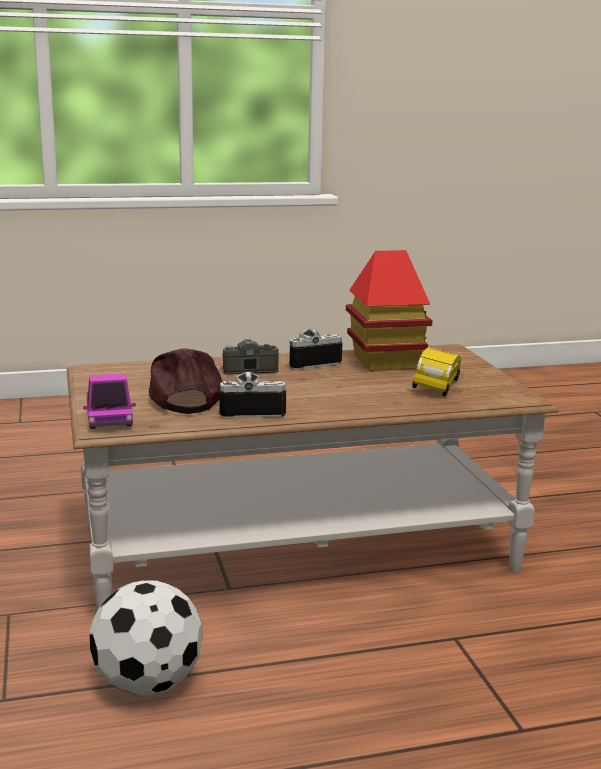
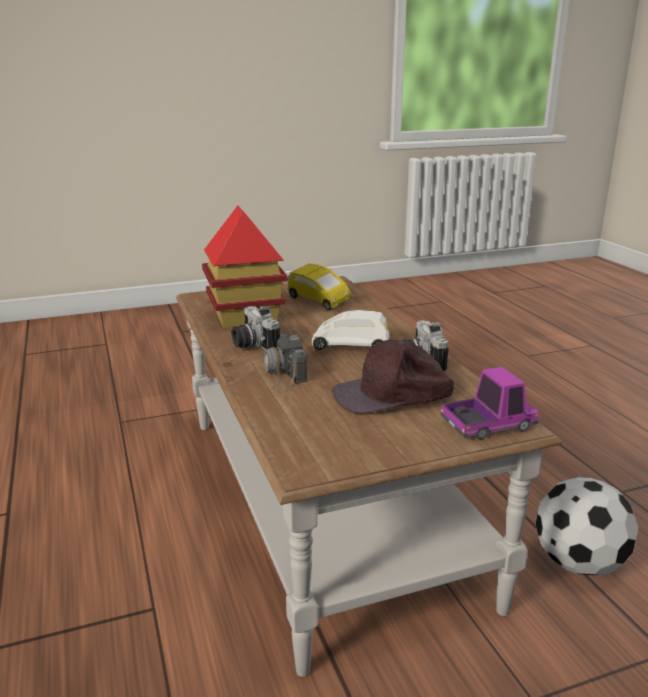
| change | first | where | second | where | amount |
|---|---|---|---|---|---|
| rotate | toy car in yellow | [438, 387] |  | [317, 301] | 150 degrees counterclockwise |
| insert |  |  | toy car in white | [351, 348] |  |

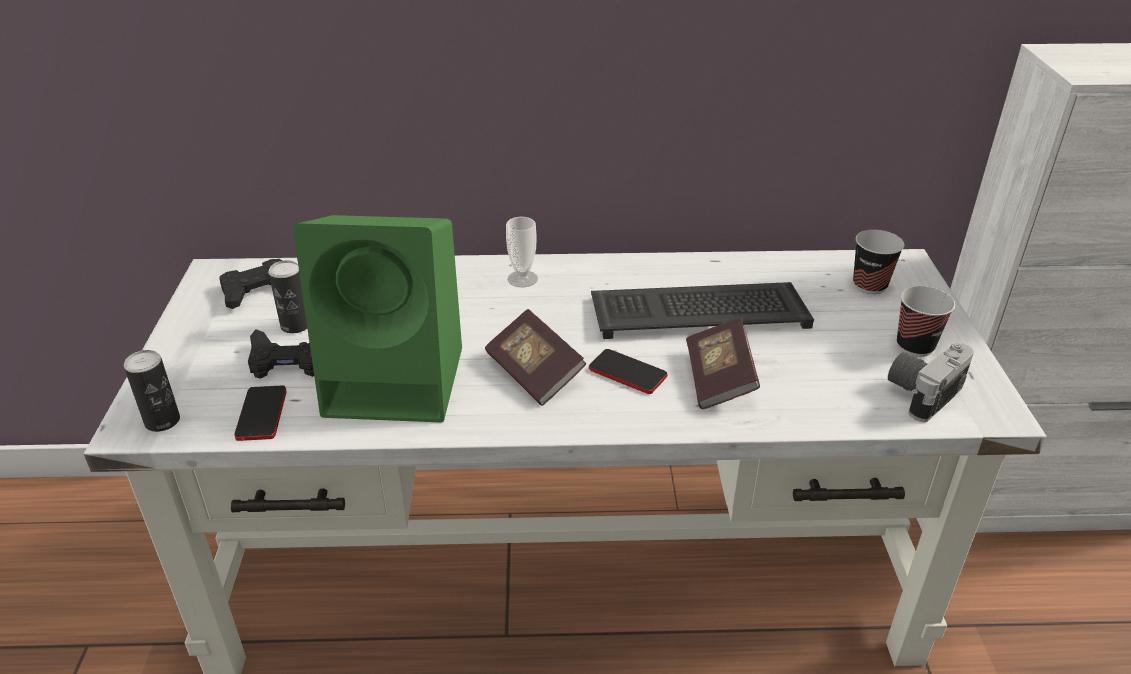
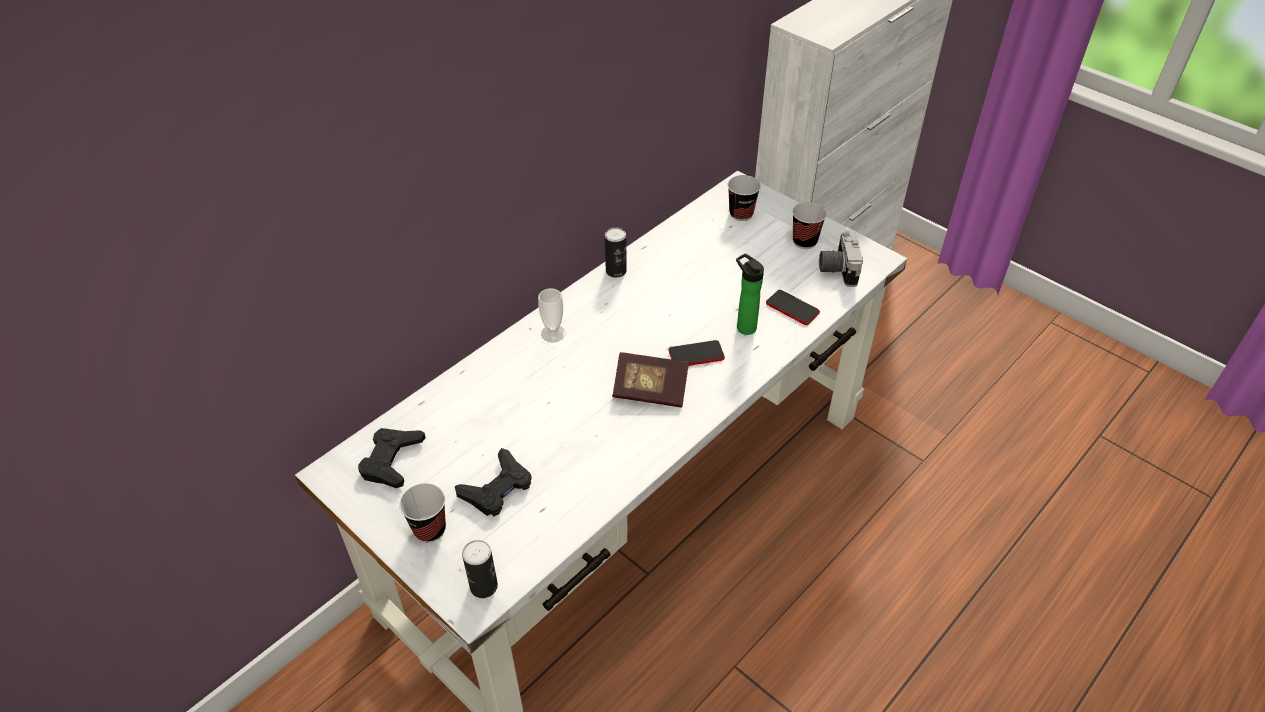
| change | first | where | second | where | amount |
|---|---|---|---|---|---|
| delete | speaker in green | [399, 381] |  |  |  |
| move | can | [295, 325] |  | [616, 271] |  |
| delete | keyboard | [701, 311] |  |  |  |
| replace | book | [719, 379] | bottle | [744, 326] |  |
| move | phone | [261, 414] |  | [792, 308] |  |
| insert |  |  | cup | [429, 529] |  |

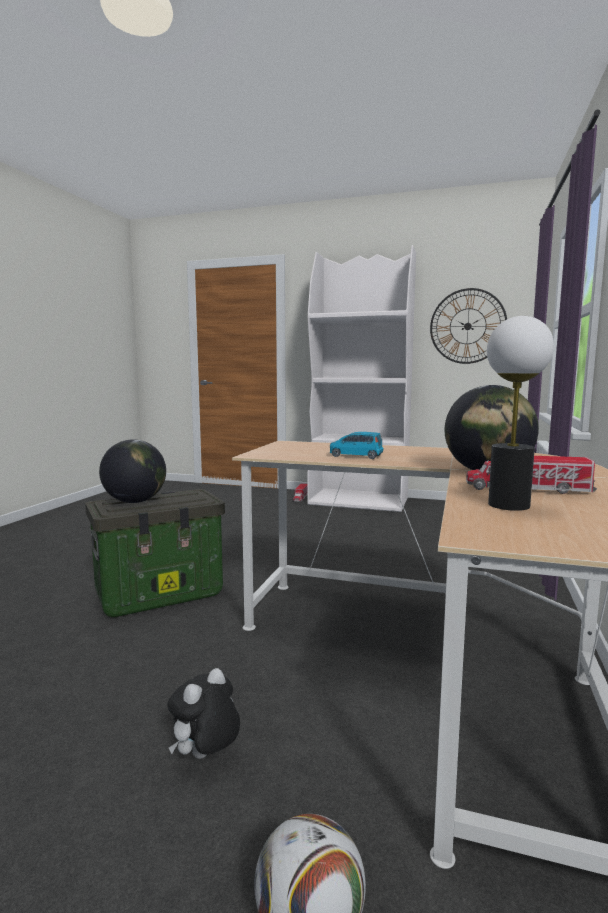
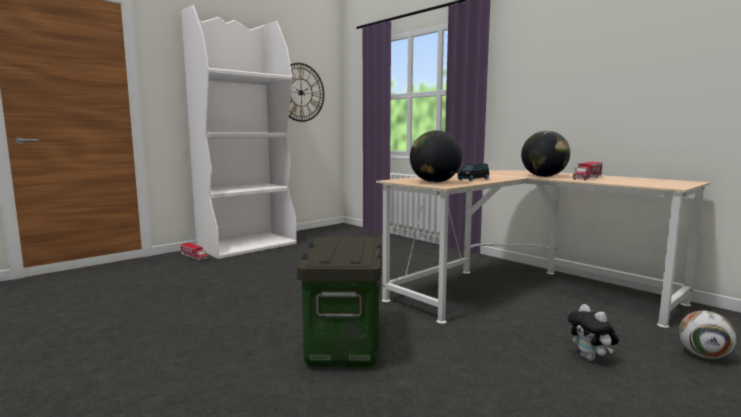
| change | first | where | second | where | amount |
|---|---|---|---|---|---|
| delete | table lamp | [509, 505] |  |  |  |
| recolor | toy car in blue | [355, 456] | toy car in black | [473, 179] |  |
| move | globe | [135, 502] |  | [435, 182] |  |

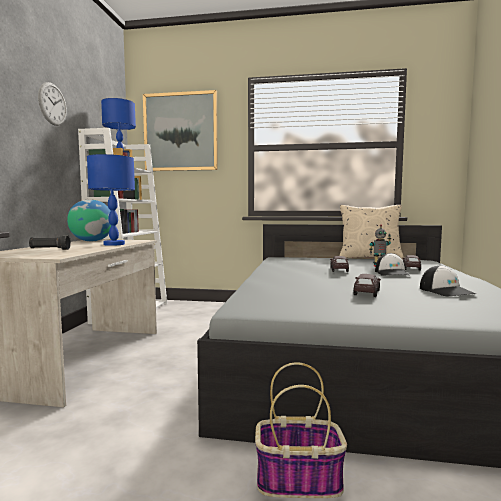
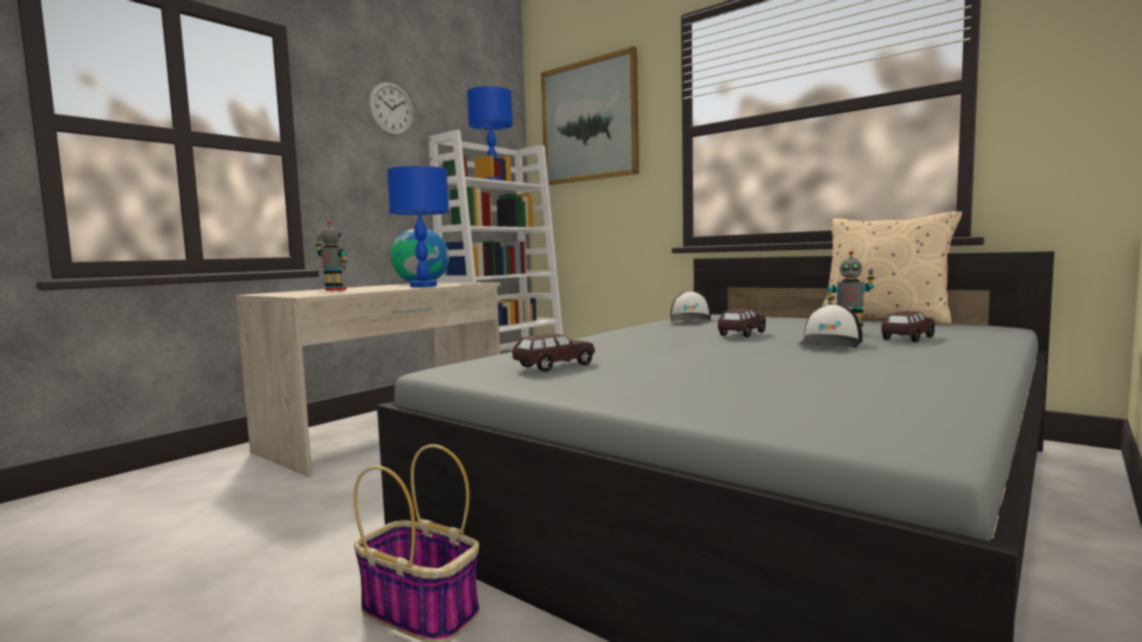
| change | first | where | second | where | amount |
|---|---|---|---|---|---|
| replace | flashlight in black | [50, 250] | toy robot | [334, 290] |  |
| move | cap | [446, 291] |  | [691, 319] |  |
| move | toy car in brown | [366, 293] |  | [554, 366] |  |

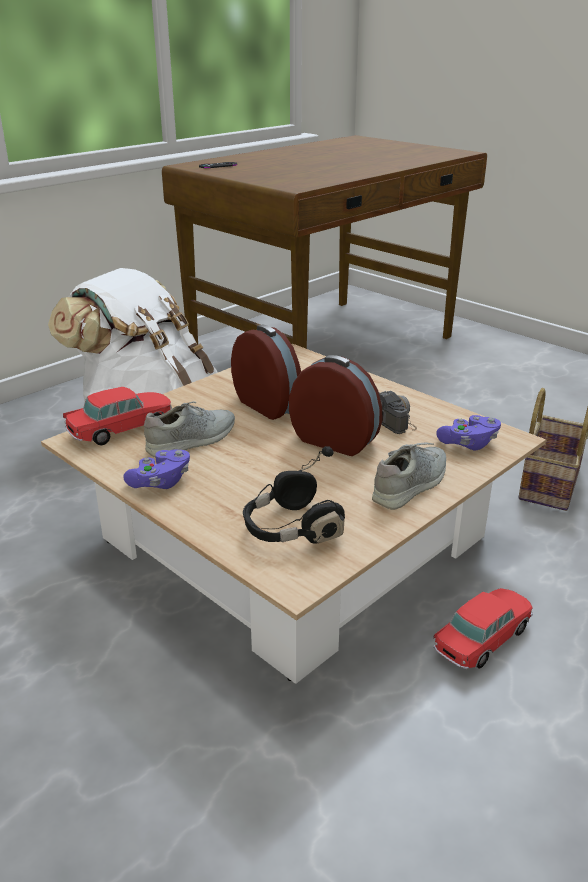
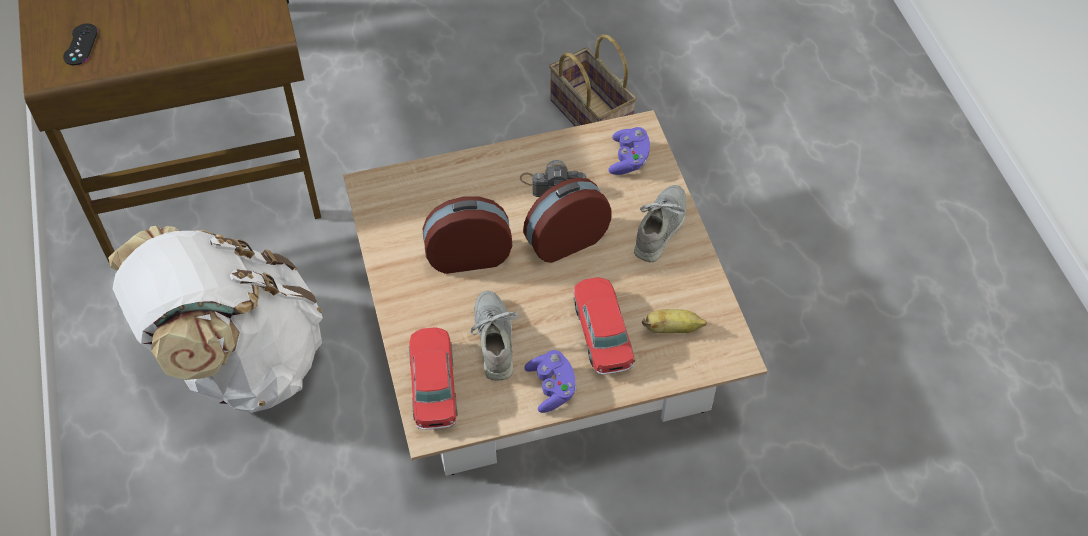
| change | first | where | second | where | amount |
|---|---|---|---|---|---|
| rotate | shoe in grey | [411, 484] |  | [661, 227] | 45 degrees clockwise |
| replace | headphones in black | [291, 528] | banana | [672, 329] |  |
| move | toy car | [482, 638] |  | [602, 333] |  |

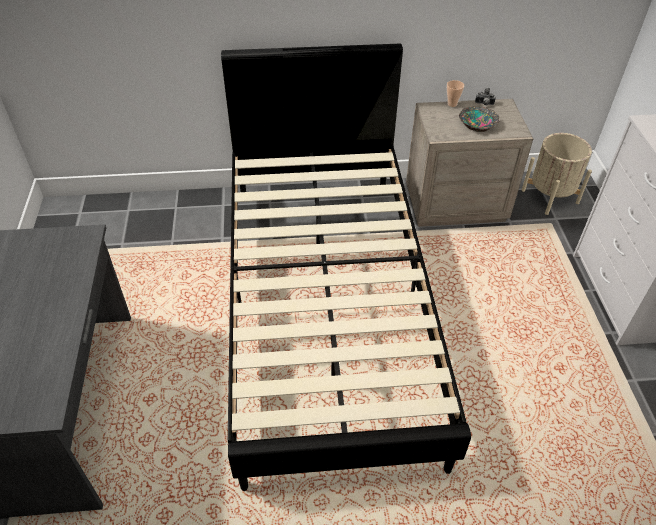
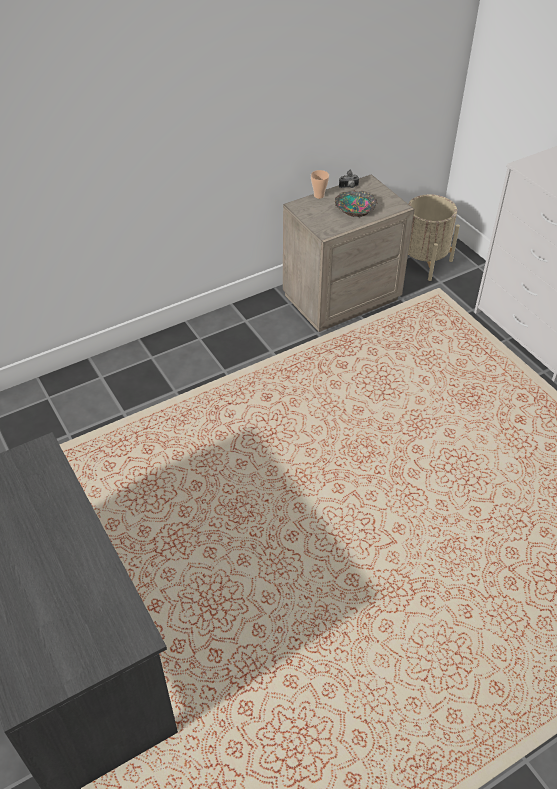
| change | first | where | second | where | amount |
|---|---|---|---|---|---|
| delete | bed in black | [327, 306] |  |  |  |

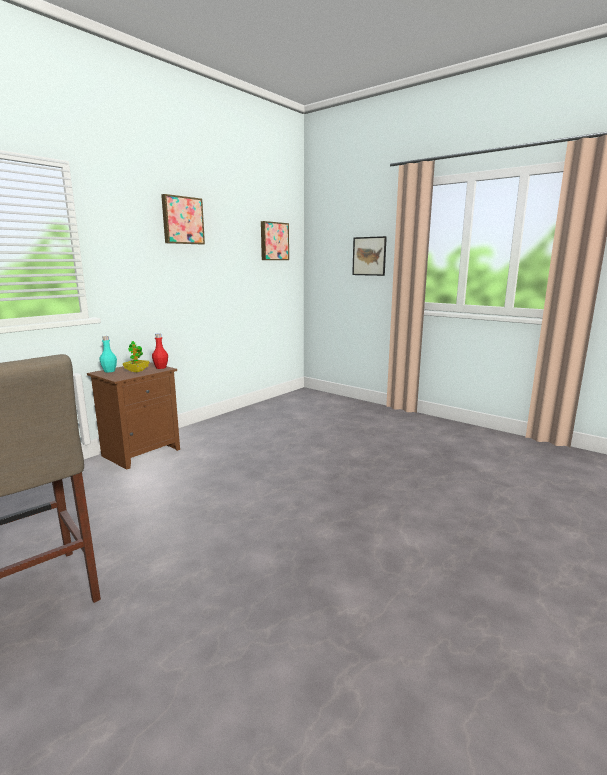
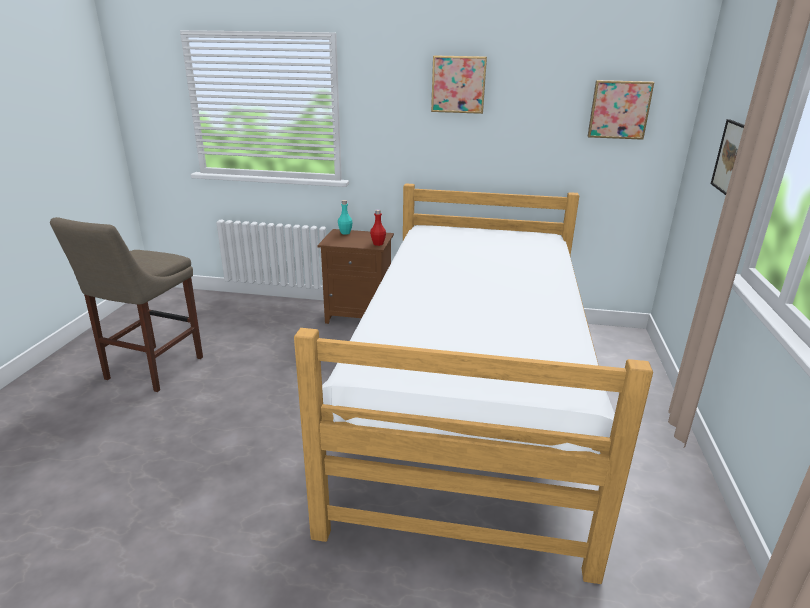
| change | first | where | second | where | amount |
|---|---|---|---|---|---|
| delete | potted plant | [136, 371] |  |  |  |
| insert |  |  | bed | [470, 400] |  |

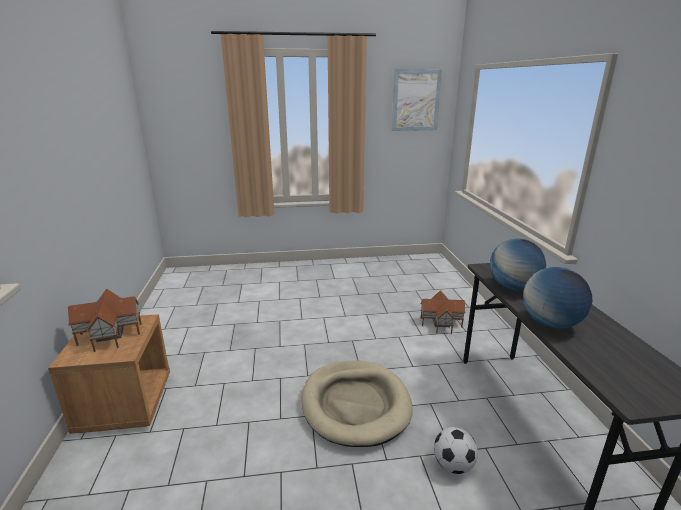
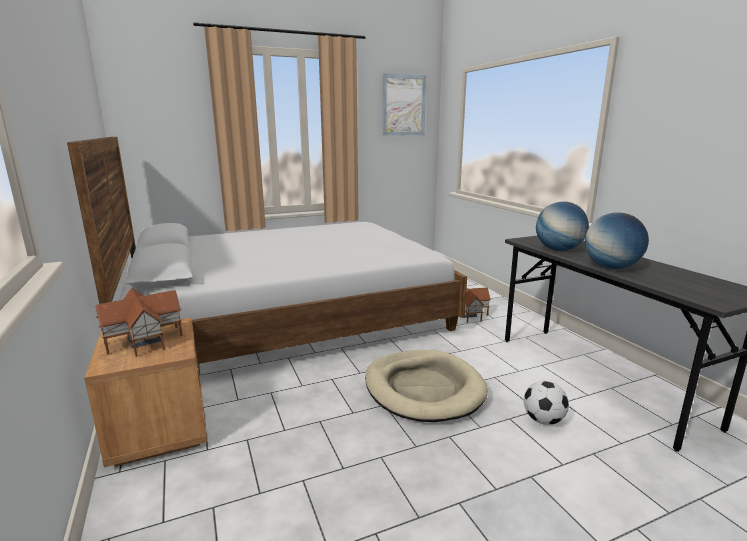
| change | first | where | second | where | amount |
|---|---|---|---|---|---|
| insert |  |  | bed | [287, 317] |  |

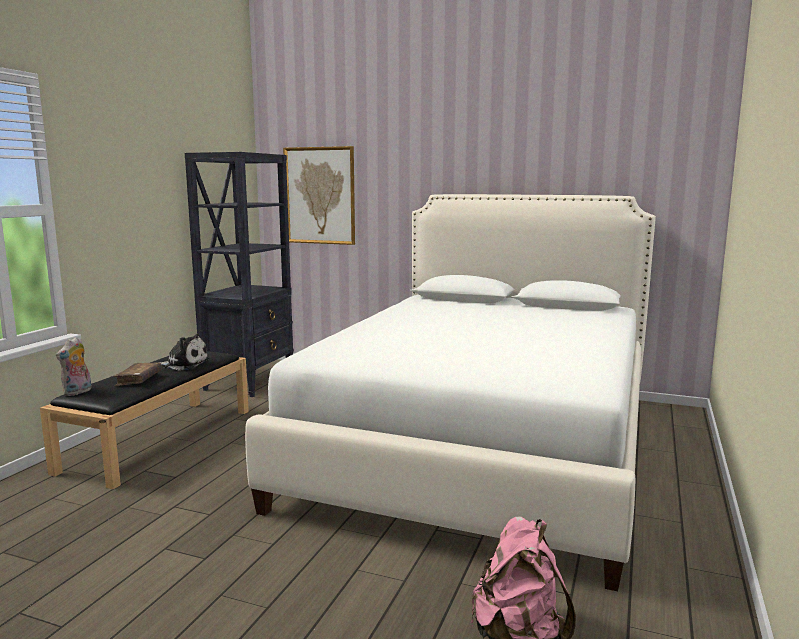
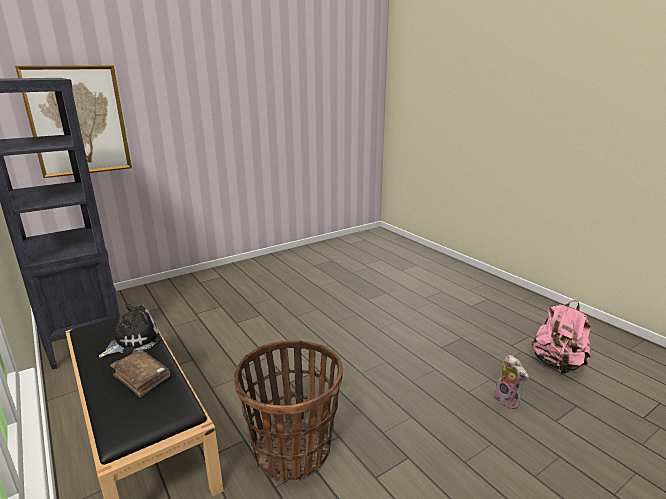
| change | first | where | second | where | amount |
|---|---|---|---|---|---|
| delete | bed in white | [483, 446] |  |  |  |
| move | plush toy | [78, 392] |  | [508, 400] |  |
| insert |  |  | basket | [292, 450] |  |

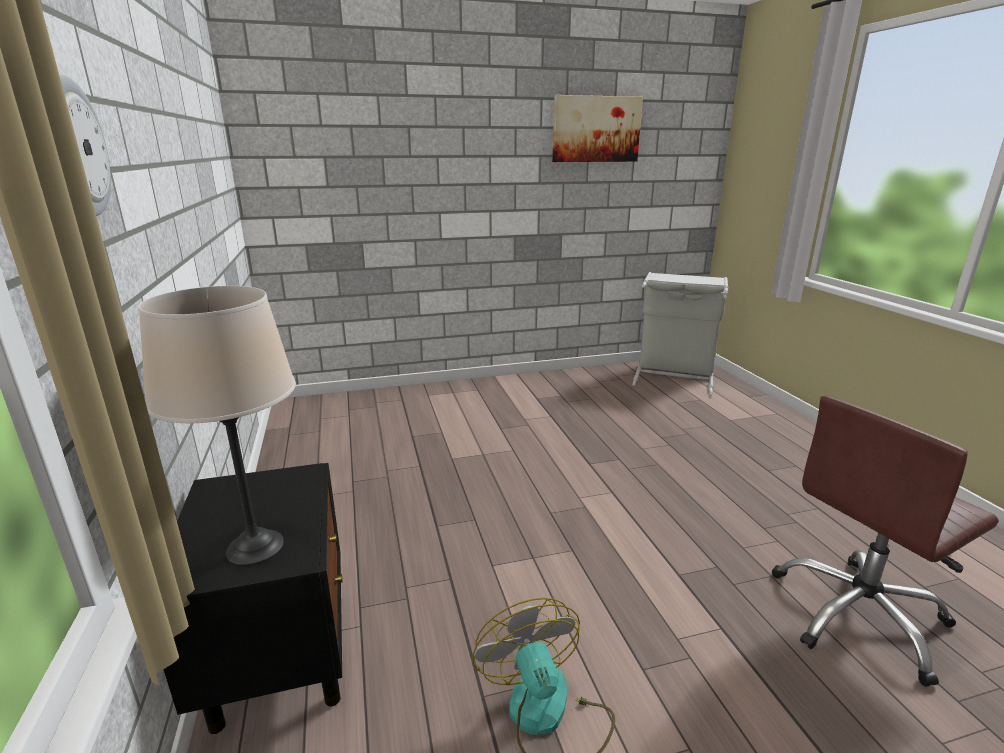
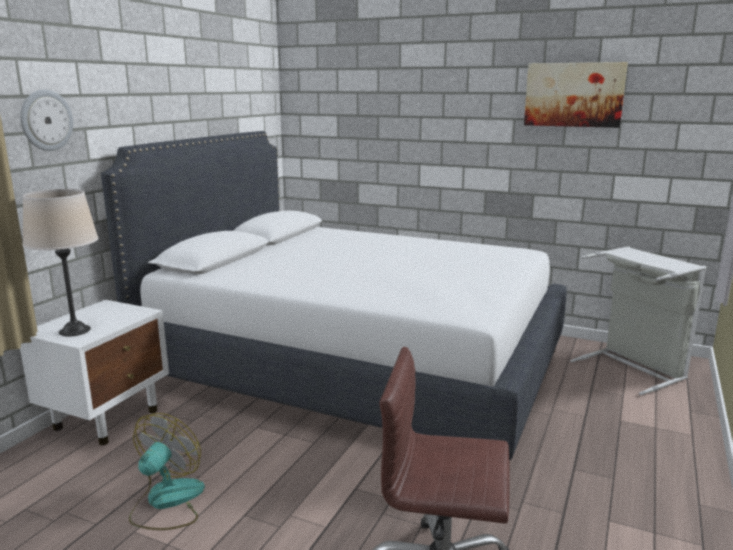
| change | first | where | second | where | amount |
|---|---|---|---|---|---|
| recolor | nightstand in black | [281, 662] | nightstand in white | [108, 418] |  |
| insert |  |  | bed in white | [356, 366] |  |

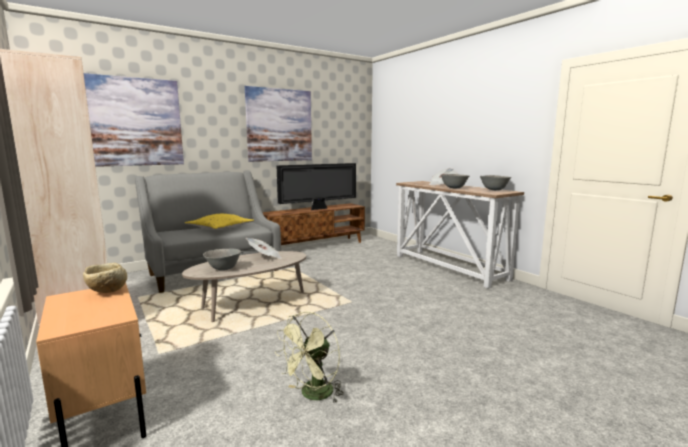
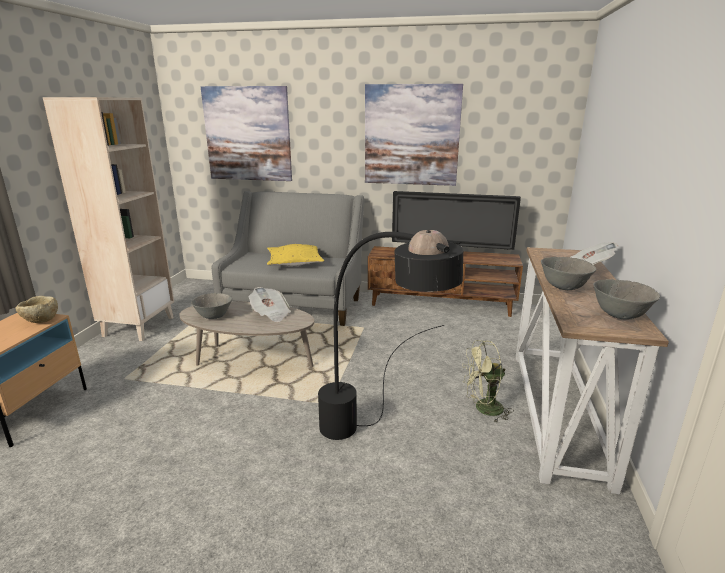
| change | first | where | second | where | amount |
|---|---|---|---|---|---|
| move | fan in green | [313, 395] |  | [483, 409] |  |
| insert |  |  | floor lamp in black | [378, 448] |  |

